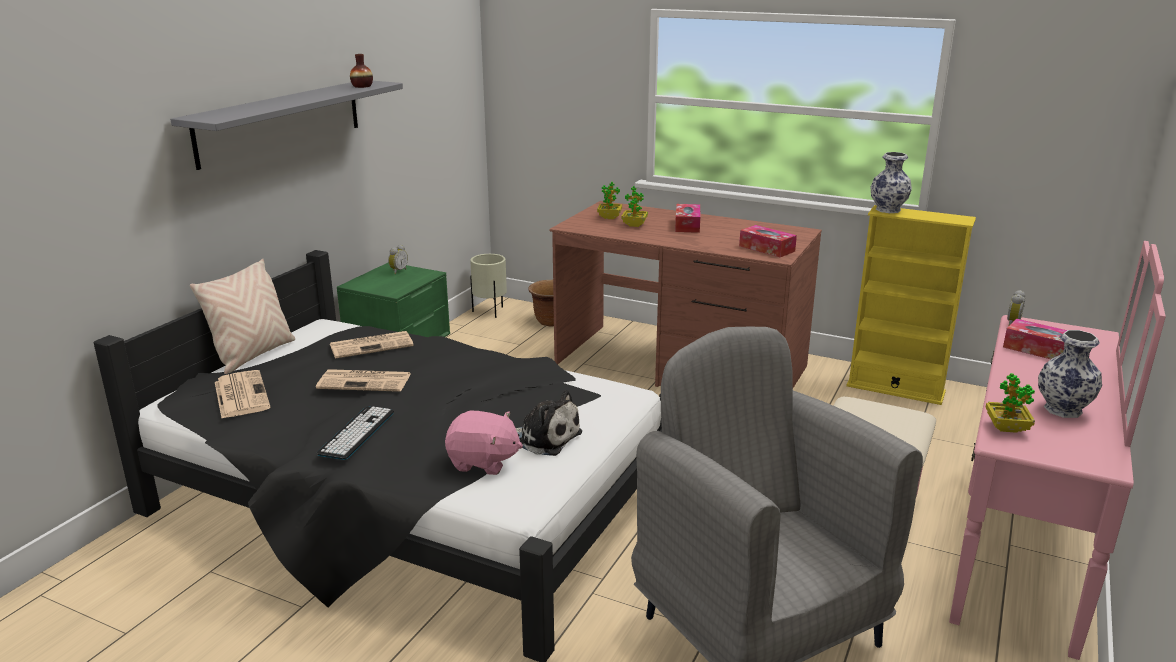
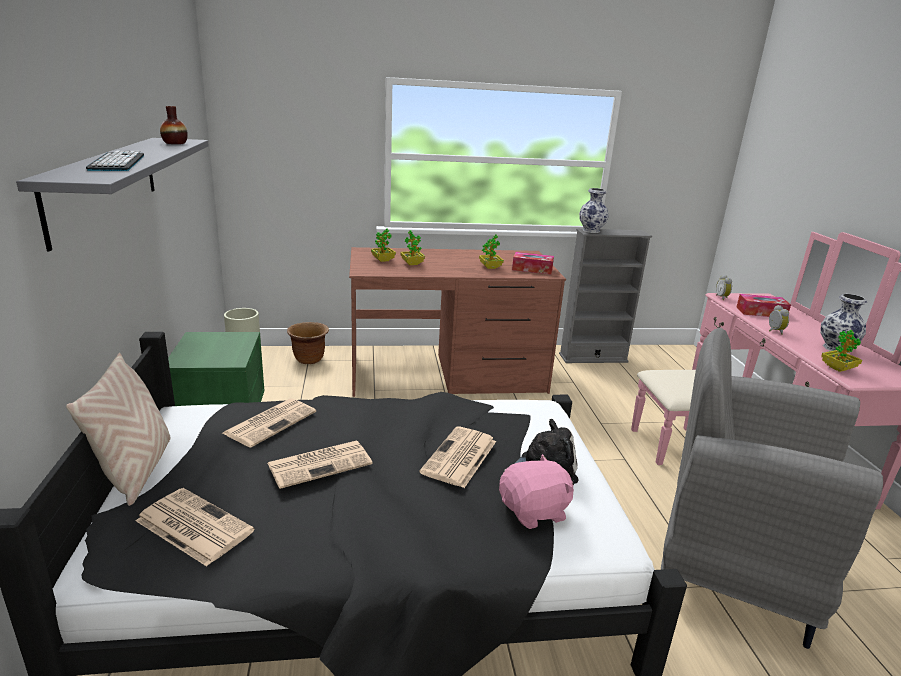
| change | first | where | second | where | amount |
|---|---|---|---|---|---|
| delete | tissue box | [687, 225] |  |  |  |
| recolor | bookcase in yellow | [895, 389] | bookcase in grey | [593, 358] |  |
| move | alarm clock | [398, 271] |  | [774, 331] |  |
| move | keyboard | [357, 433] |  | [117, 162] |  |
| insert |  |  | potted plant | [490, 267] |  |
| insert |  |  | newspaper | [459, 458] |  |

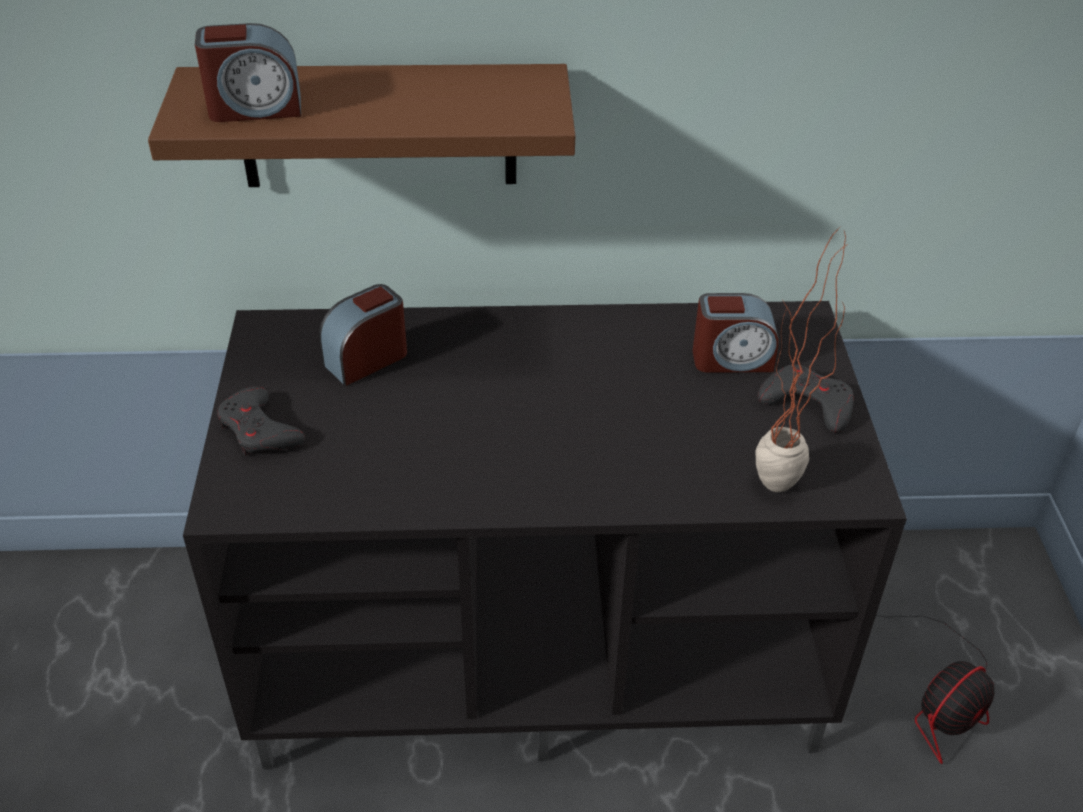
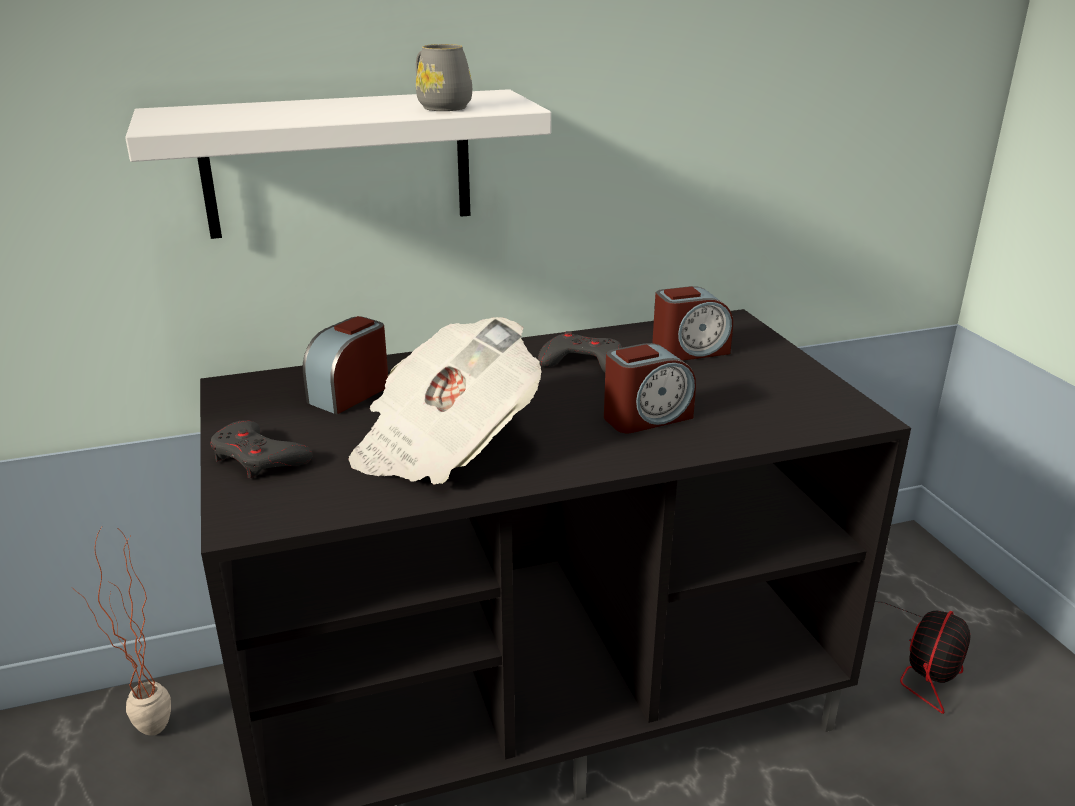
| change | first | where | second | where | amount |
|---|---|---|---|---|---|
| move | alarm clock | [255, 108] |  | [646, 417] |  |
| recolor | shelf in brown | [378, 126] | shelf in white | [339, 163] |  |
| move | potted plant | [773, 496] |  | [149, 739] |  |
| move | game controller in grey | [807, 403] |  | [583, 362] |  |
| insert |  |  | mug in grey | [440, 106] |  |
| insert |  |  | newspaper | [443, 445] |  |

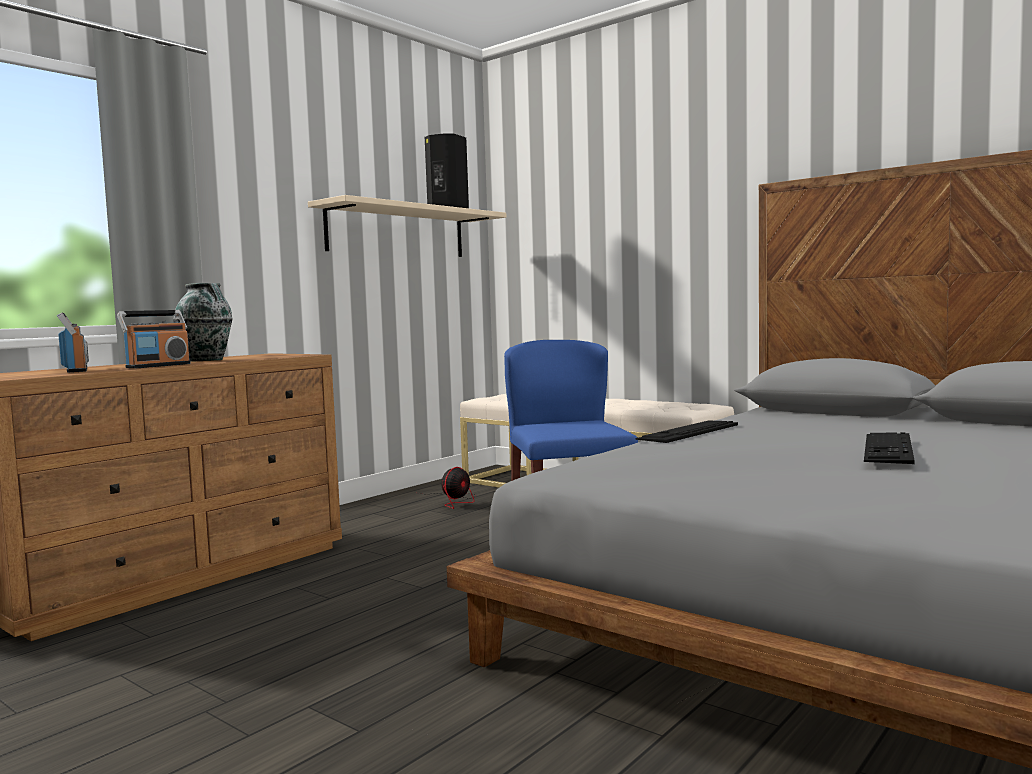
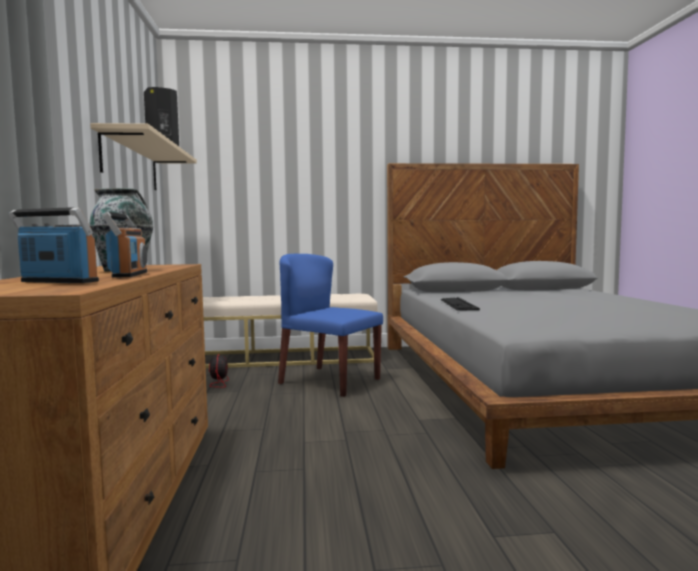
| change | first | where | second | where | amount |
|---|---|---|---|---|---|
| delete | keyboard | [888, 448] |  |  |  |

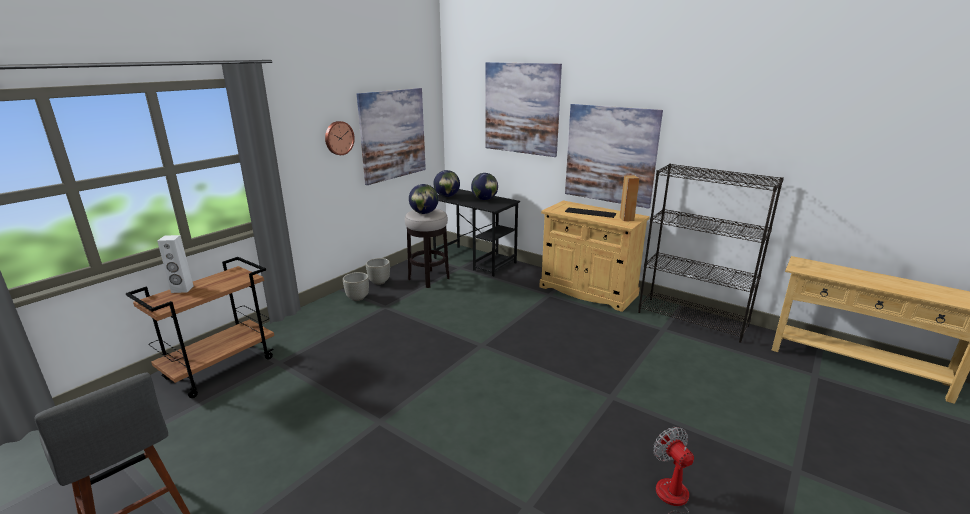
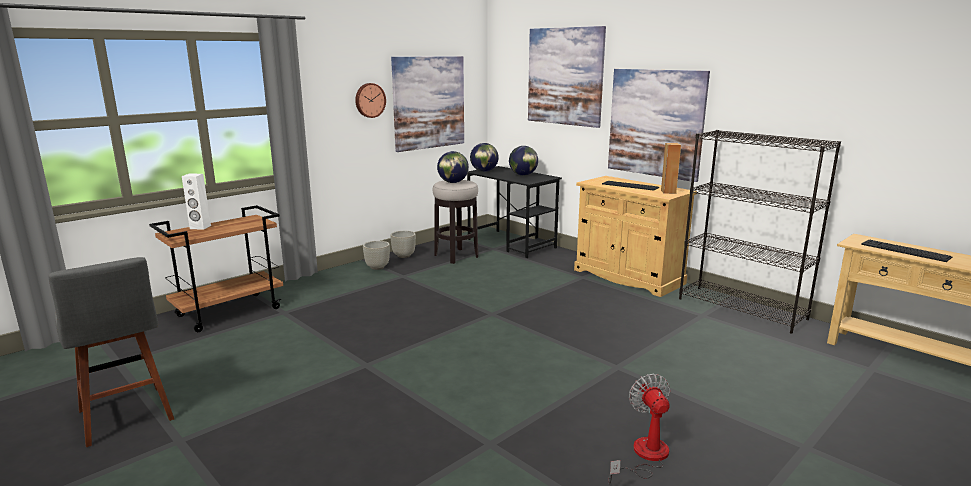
| change | first | where | second | where | amount |
|---|---|---|---|---|---|
| insert |  |  | keyboard | [905, 250] |  |

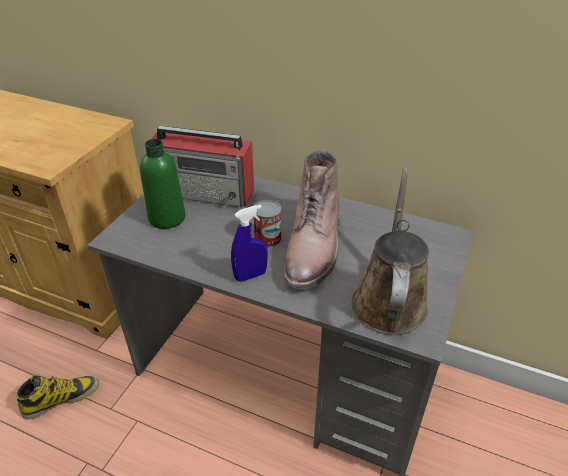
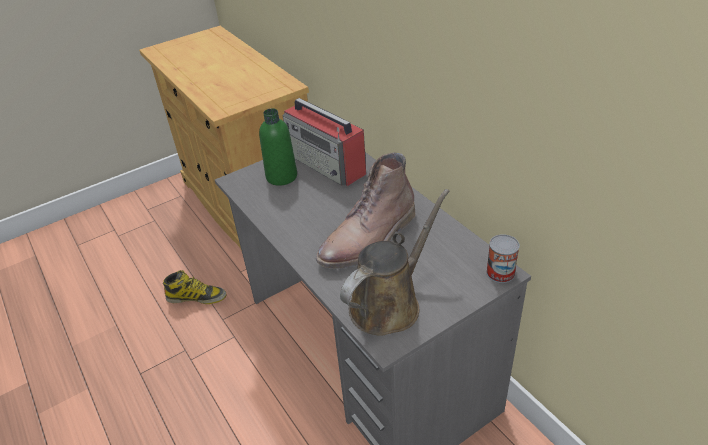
| change | first | where | second | where | amount |
|---|---|---|---|---|---|
| move | can | [267, 238] |  | [500, 273] |  |
| delete | spray bottle in blue | [250, 275] |  |  |  |

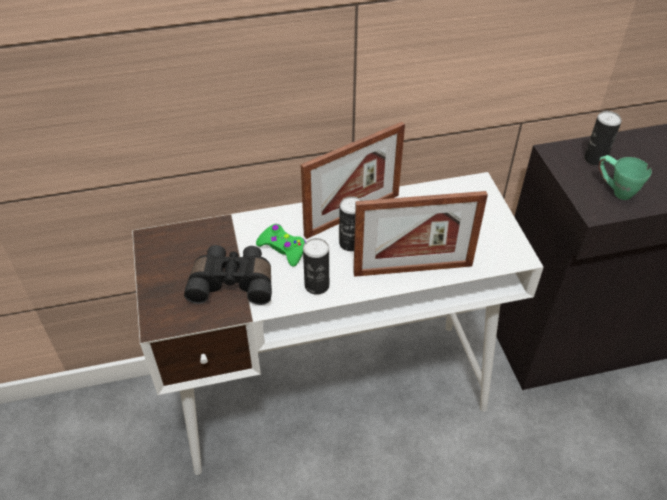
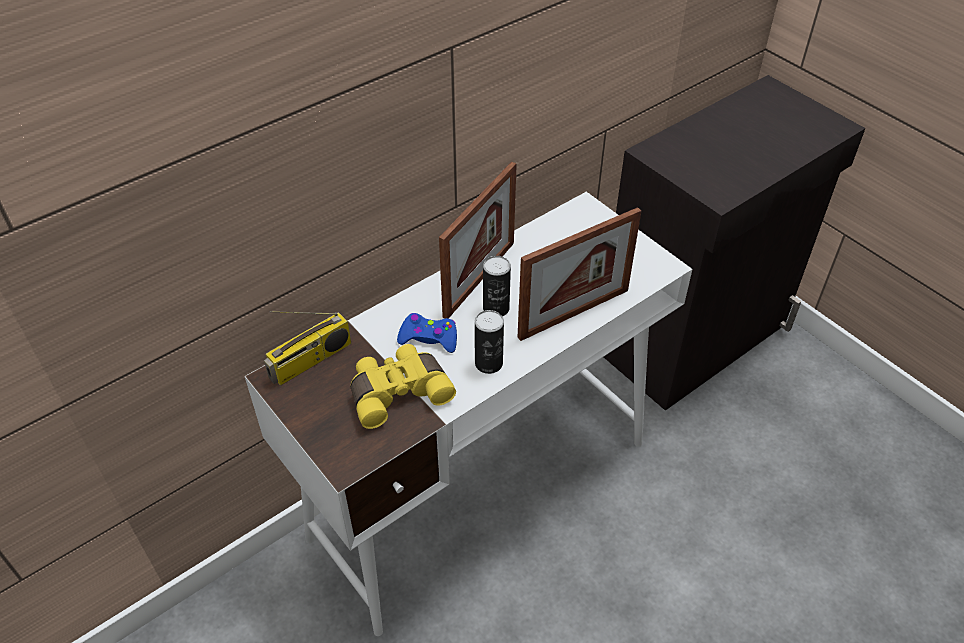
| change | first | where | second | where | amount |
|---|---|---|---|---|---|
| delete | can | [595, 159] |  |  |  |
| delete | mug in green | [615, 190] |  |  |  |
| recolor | game controller in green | [283, 248] | game controller in blue | [429, 338] |  |
| recolor | binoculars in black | [233, 282] | binoculars in yellow | [398, 392] |  |
| insert |  |  | radio | [311, 361] |  |

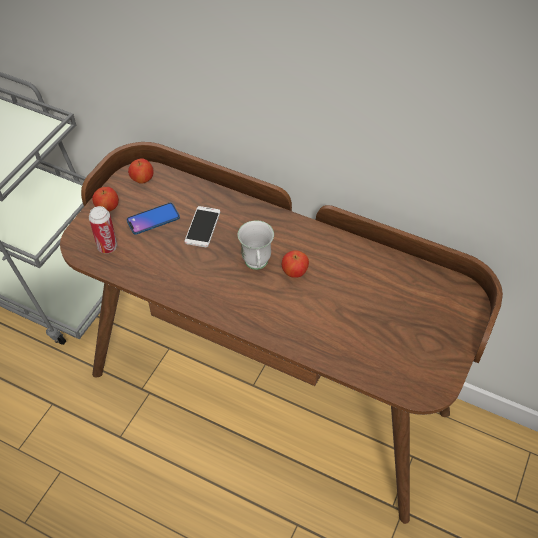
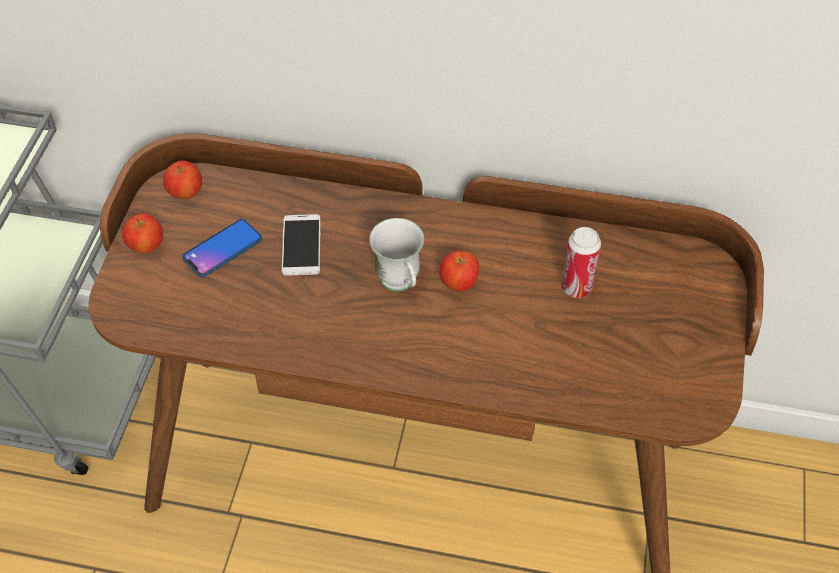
| change | first | where | second | where | amount |
|---|---|---|---|---|---|
| move | can | [107, 247] |  | [576, 287] |  |

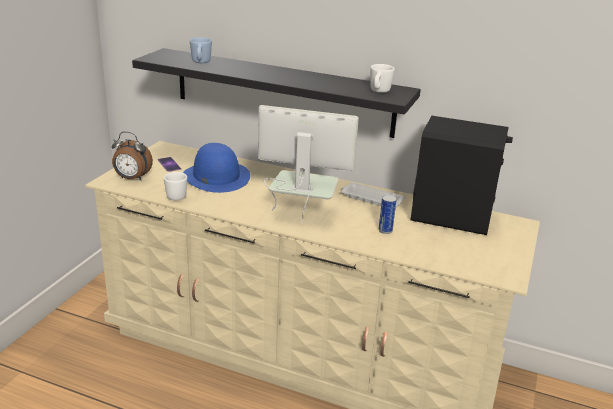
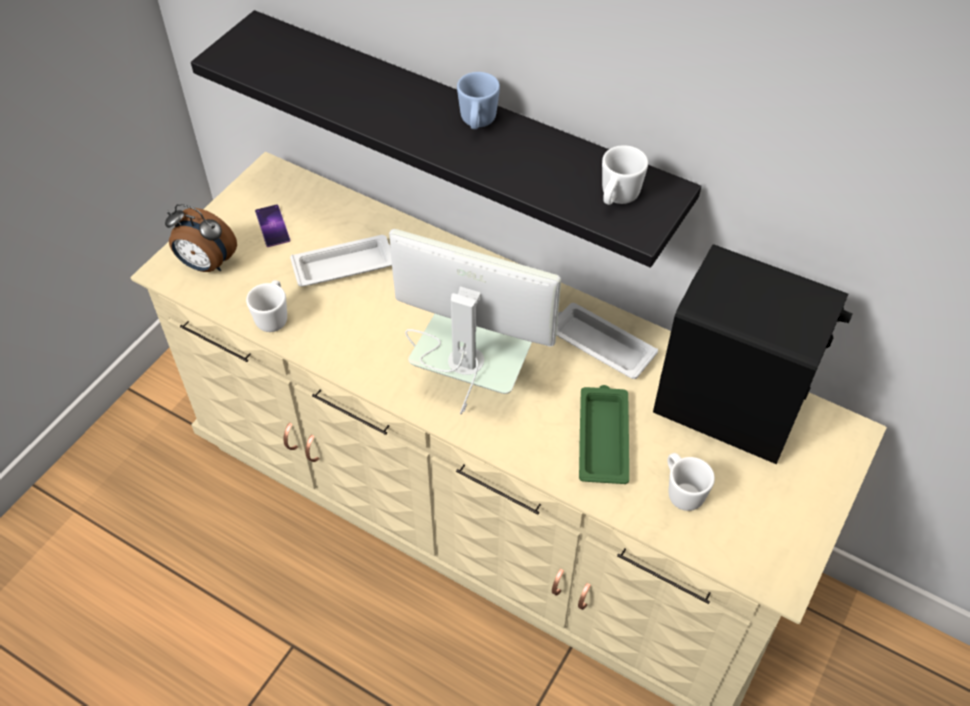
| change | first | where | second | where | amount |
|---|---|---|---|---|---|
| move | mug in blue | [200, 62] |  | [477, 123] |  |
| replace | hat in blue | [216, 176] | tray in white | [346, 265] |  |
| replace | can | [385, 230] | tray in green | [603, 437] |  |
| insert |  |  | mug in white | [681, 491] |  |

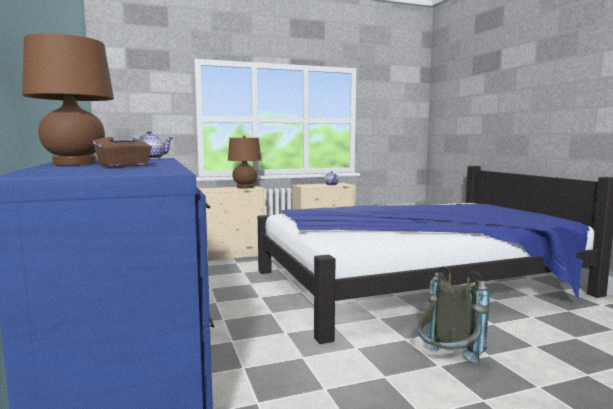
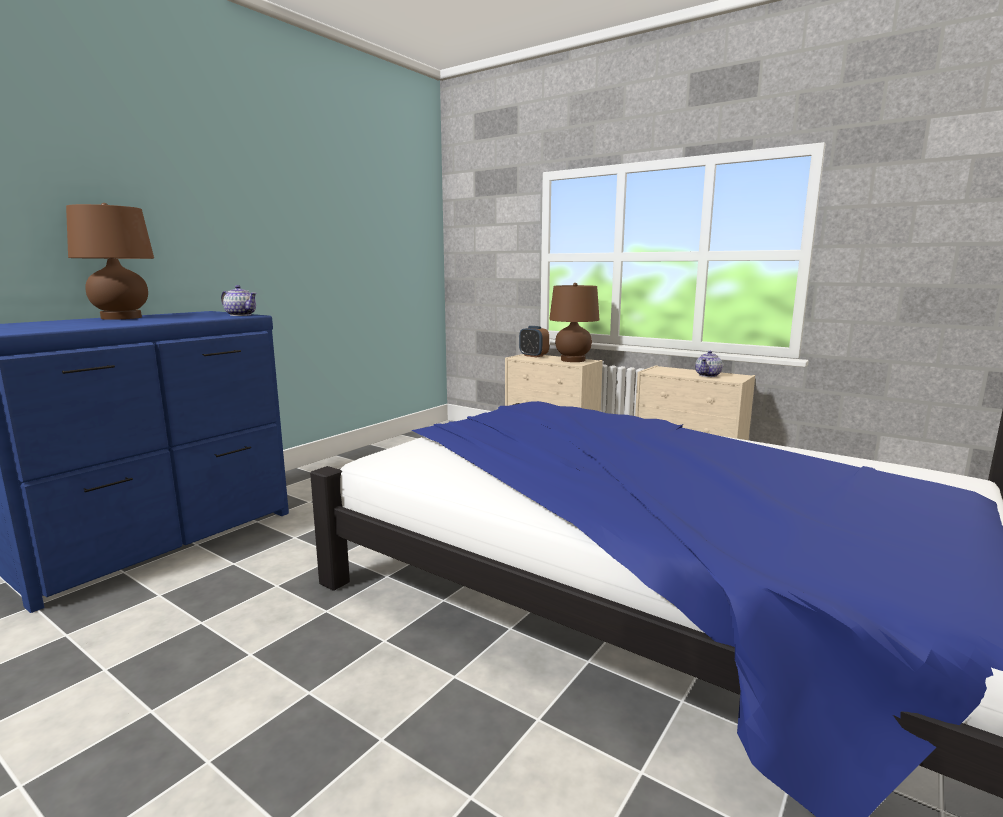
| change | first | where | second | where | amount |
|---|---|---|---|---|---|
| delete | tissue box in brown | [124, 166] |  |  |  |
| delete | backpack in grey | [447, 363] |  |  |  |
| insert |  |  | alarm clock | [533, 356] |  |

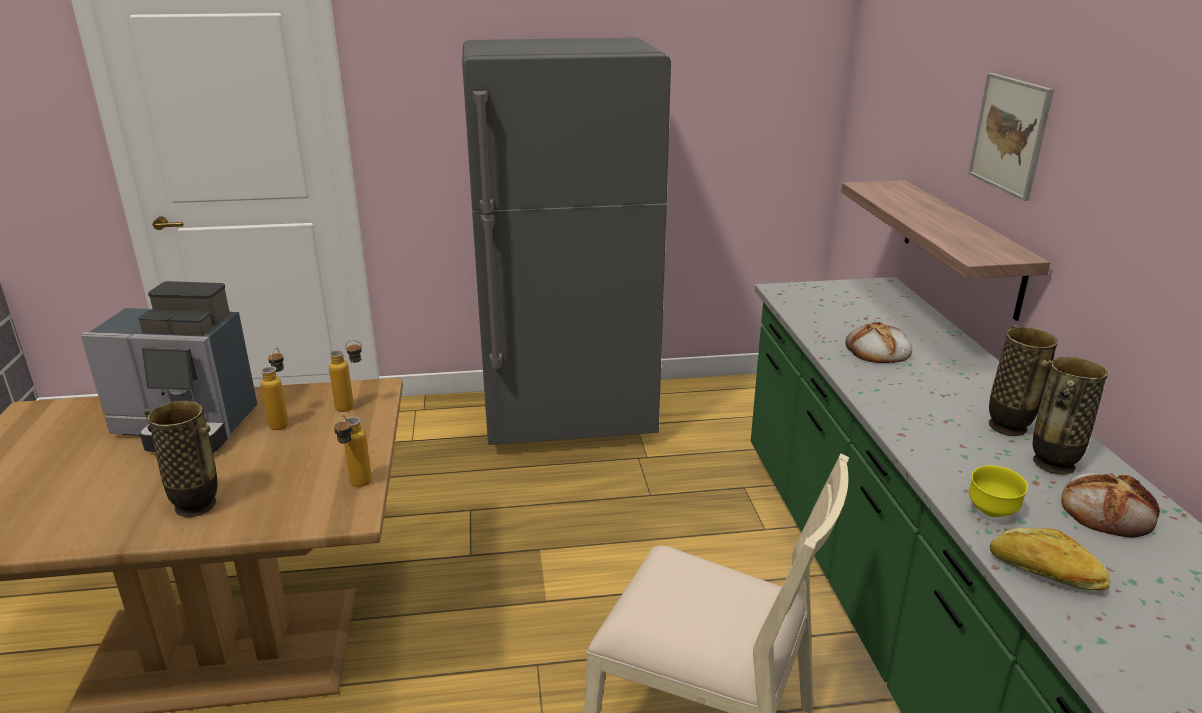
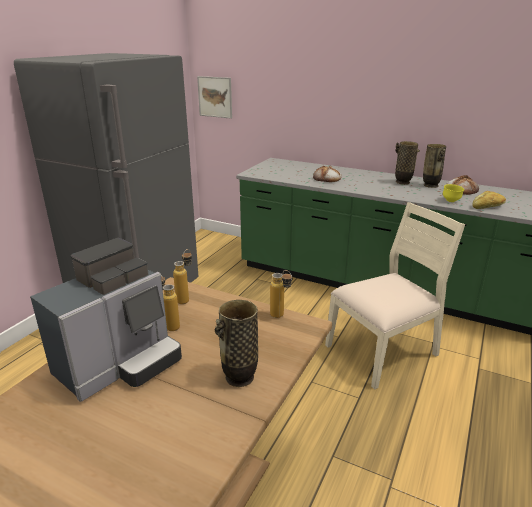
| change | first | where | second | where | amount |
|---|---|---|---|---|---|
| move | picture | [1010, 135] |  | [215, 97] |  |
| delete | shelf | [961, 246] |  |  |  |

